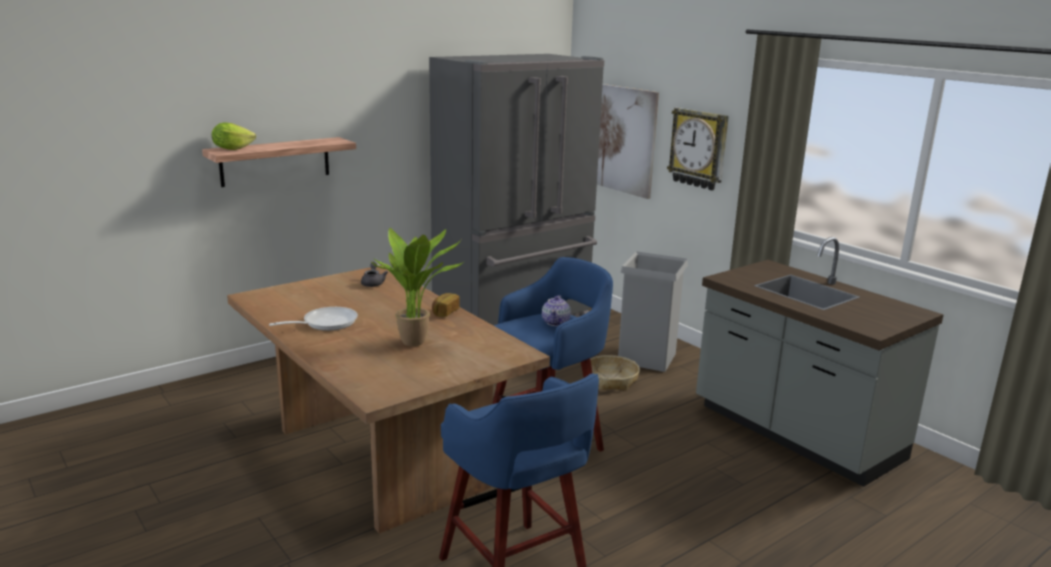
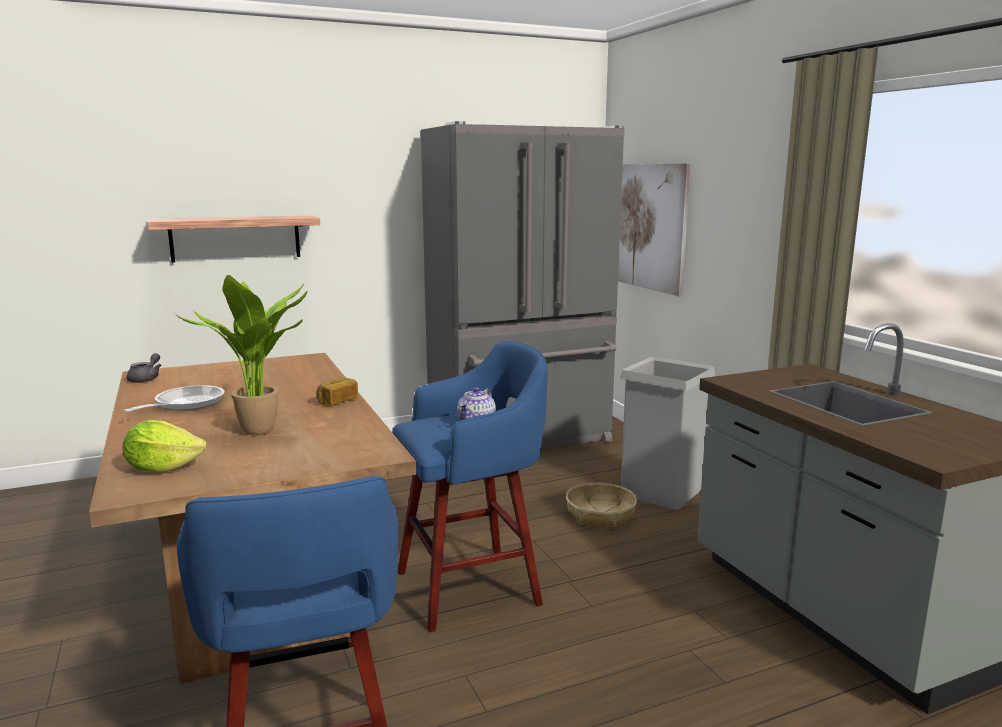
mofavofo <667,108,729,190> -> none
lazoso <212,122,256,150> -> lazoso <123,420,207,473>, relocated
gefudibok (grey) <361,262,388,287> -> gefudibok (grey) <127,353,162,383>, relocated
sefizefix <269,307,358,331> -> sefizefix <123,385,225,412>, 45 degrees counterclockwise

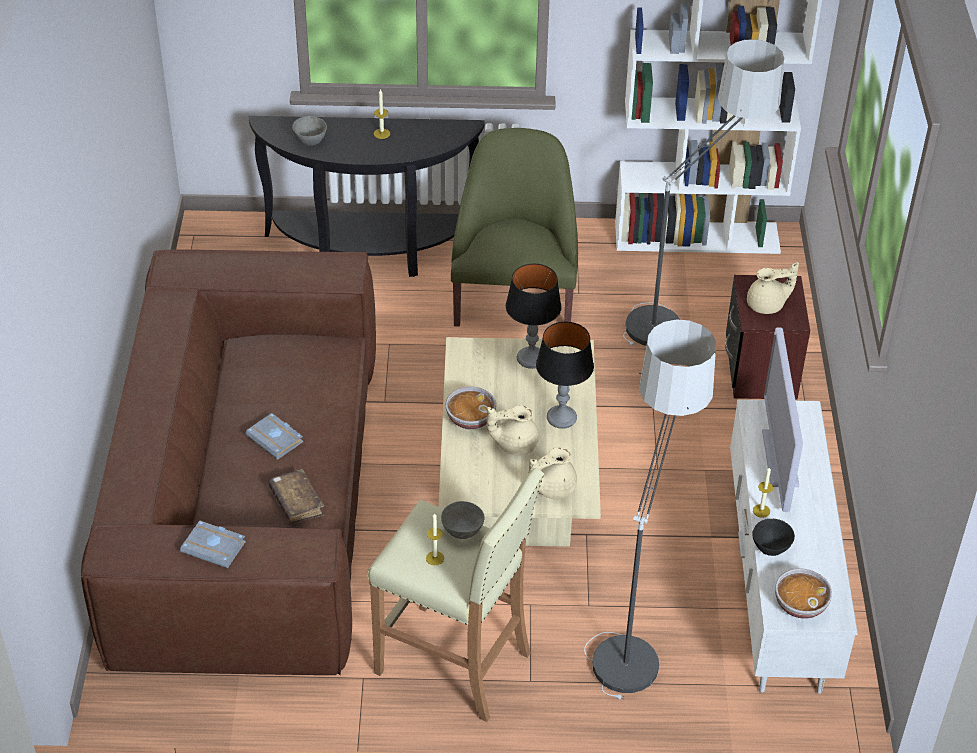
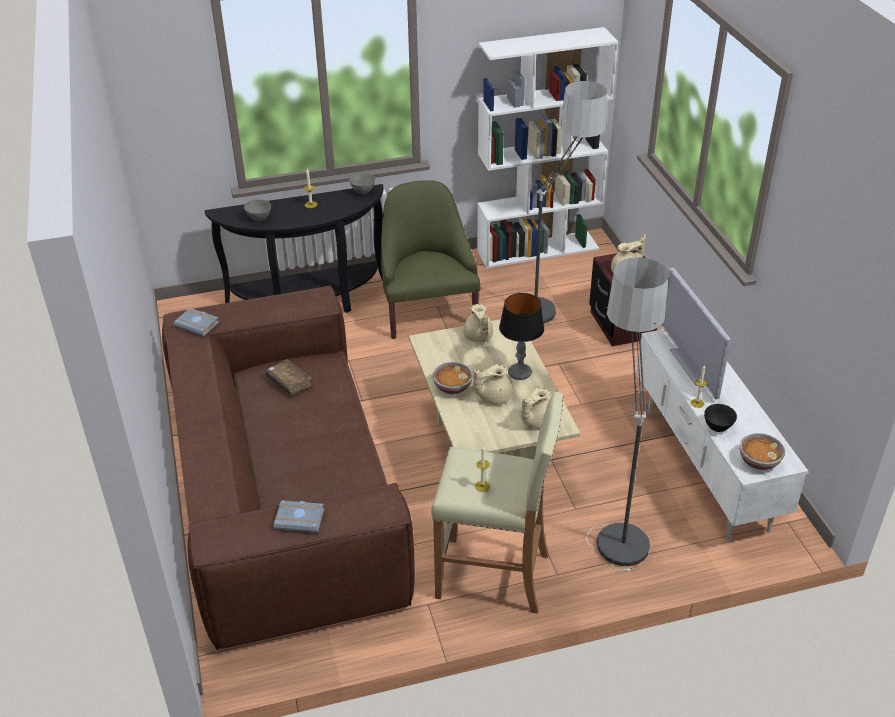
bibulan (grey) <245,413,303,459> -> bibulan (grey) <173,308,219,337>, relocated
bibulan (brown) <269,469,324,524> -> bibulan (brown) <265,359,313,395>, relocated
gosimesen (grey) <441,501,485,539> -> gosimesen (grey) <349,173,376,194>, relocated
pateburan <506,264,562,369> -> gefudibok (beige) <463,304,493,342>

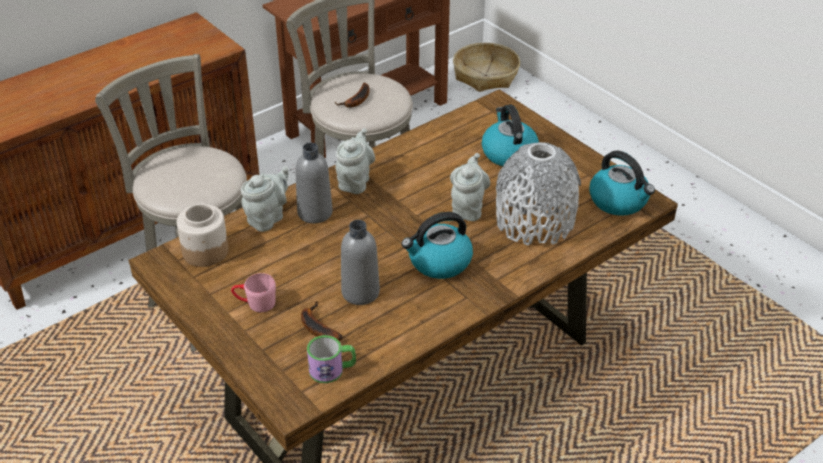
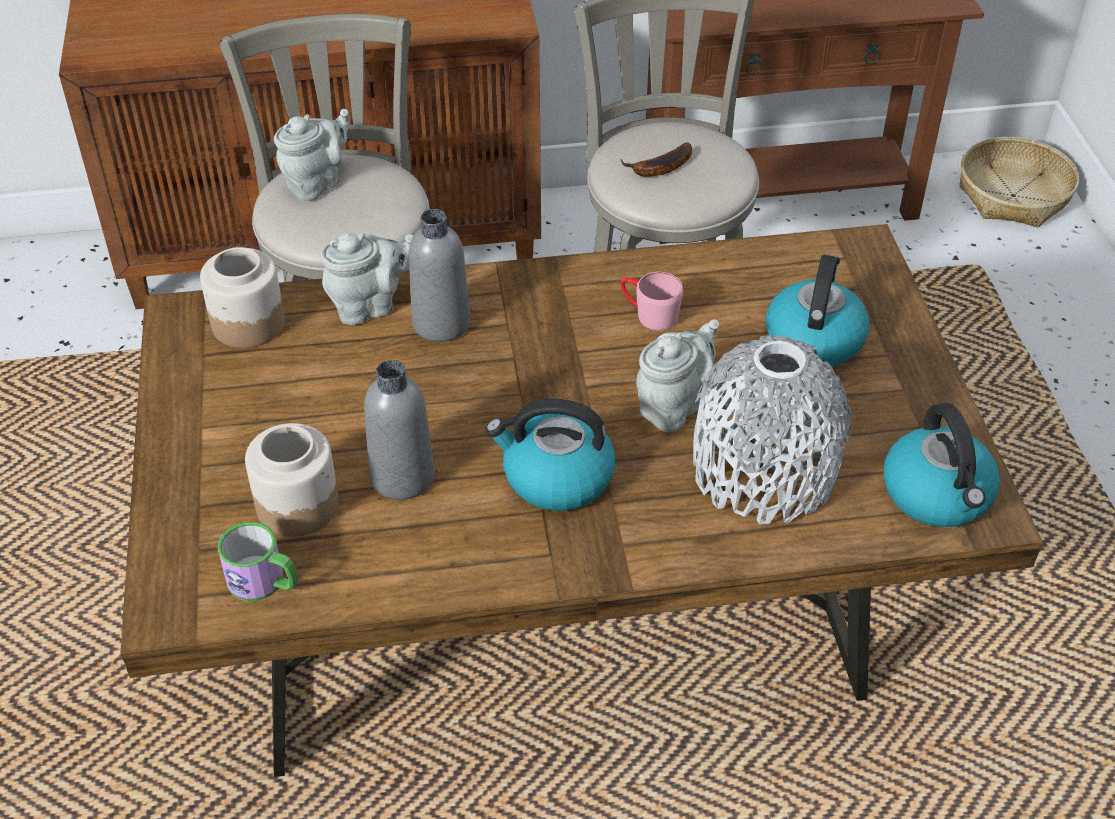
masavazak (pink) <231,273,276,312> -> masavazak (pink) <620,272,683,331>, relocated
gefudibok (grey) <335,128,375,194> -> gefudibok (grey) <274,109,350,201>, relocated
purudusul <301,301,342,341> -> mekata <245,423,339,537>

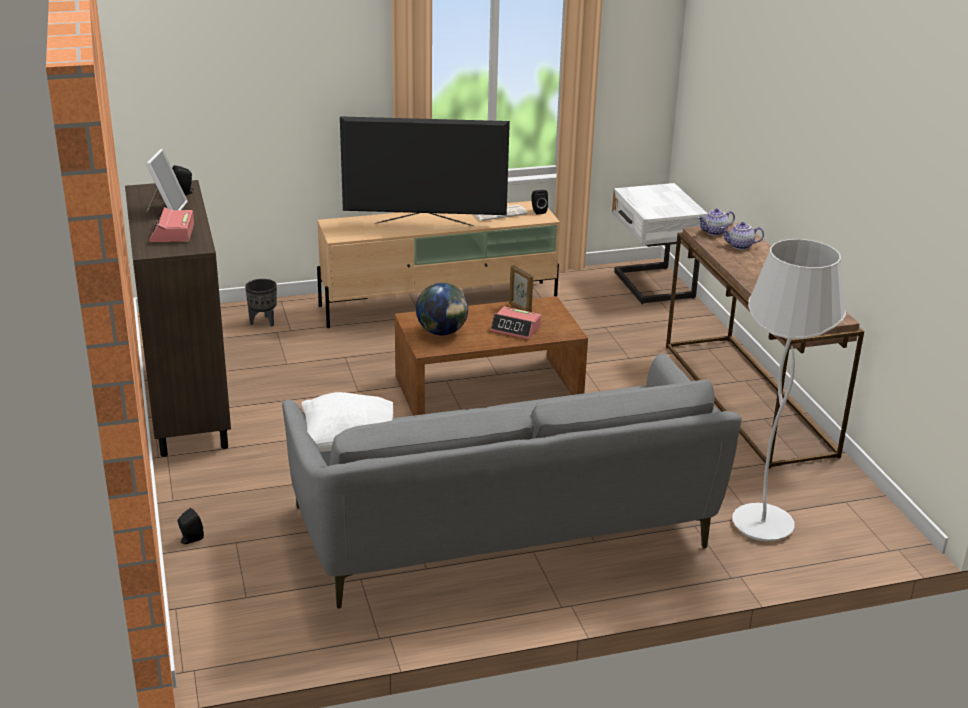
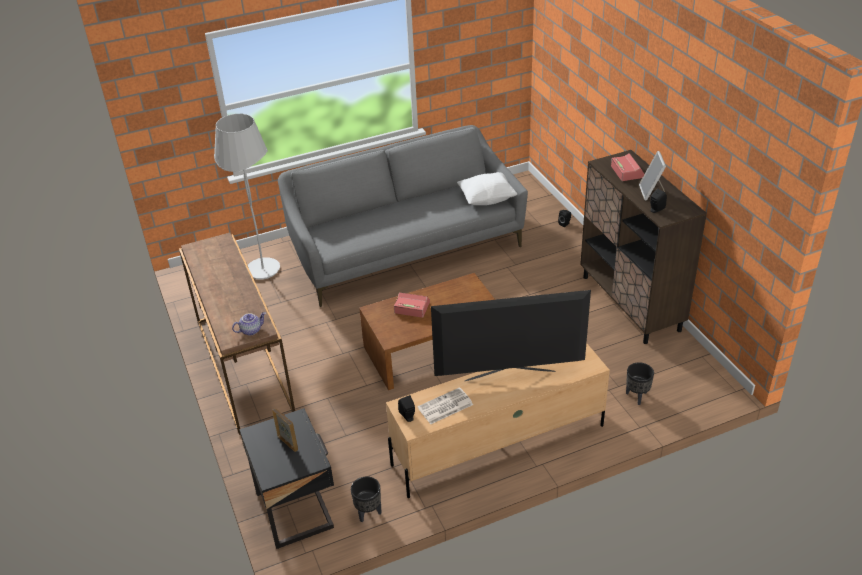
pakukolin <416,283,468,336> -> none
gefudibok <721,222,764,250> -> none
none -> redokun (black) <351,476,381,522>
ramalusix <509,265,533,312> -> ramalusix <272,408,298,452>, relocated
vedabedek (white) <612,183,708,304> -> vedabedek (black) <239,408,334,549>

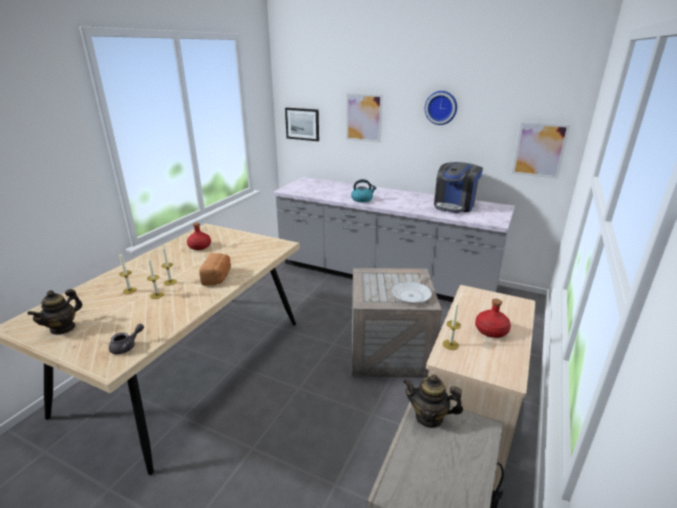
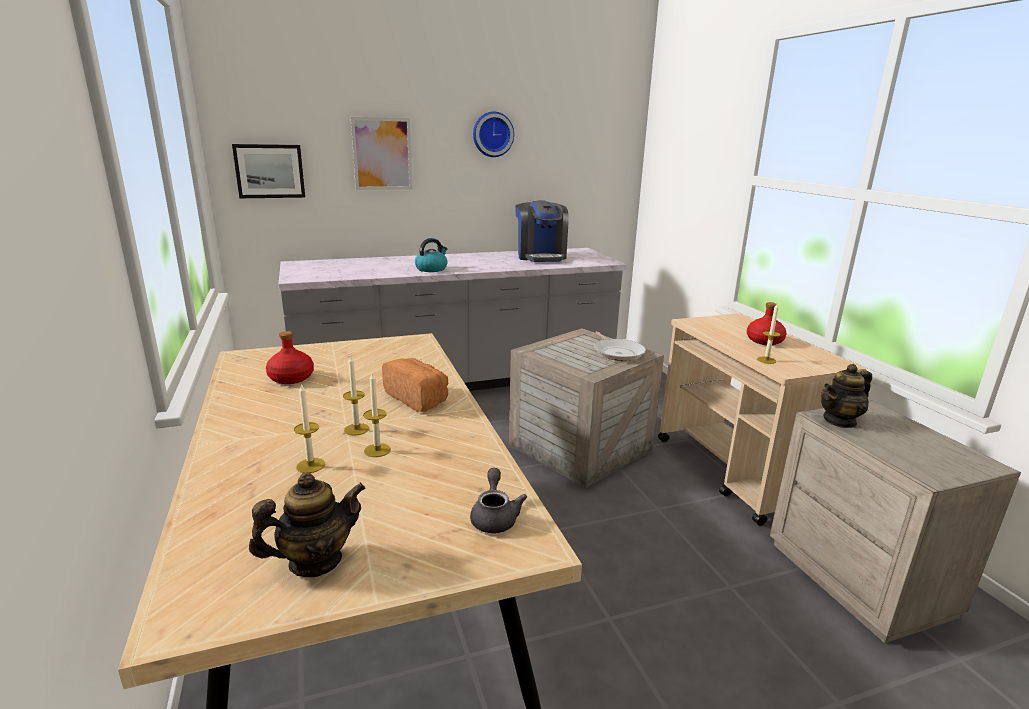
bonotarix <512,122,570,179> -> none
gefudibok <27,289,82,335> -> gefudibok <249,472,366,577>, 105 degrees counterclockwise

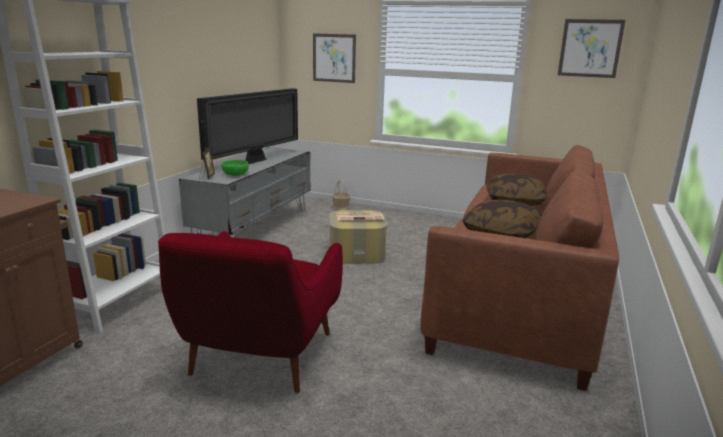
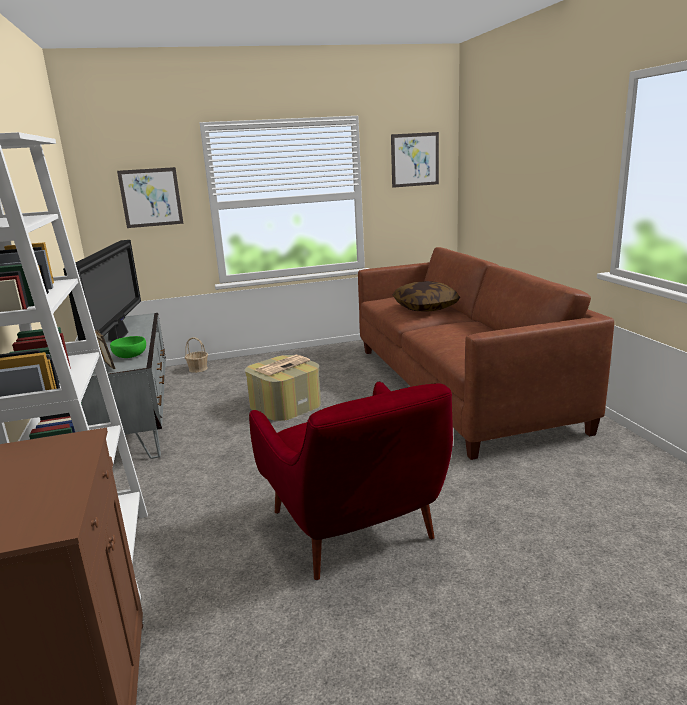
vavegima <462,200,543,238> -> none

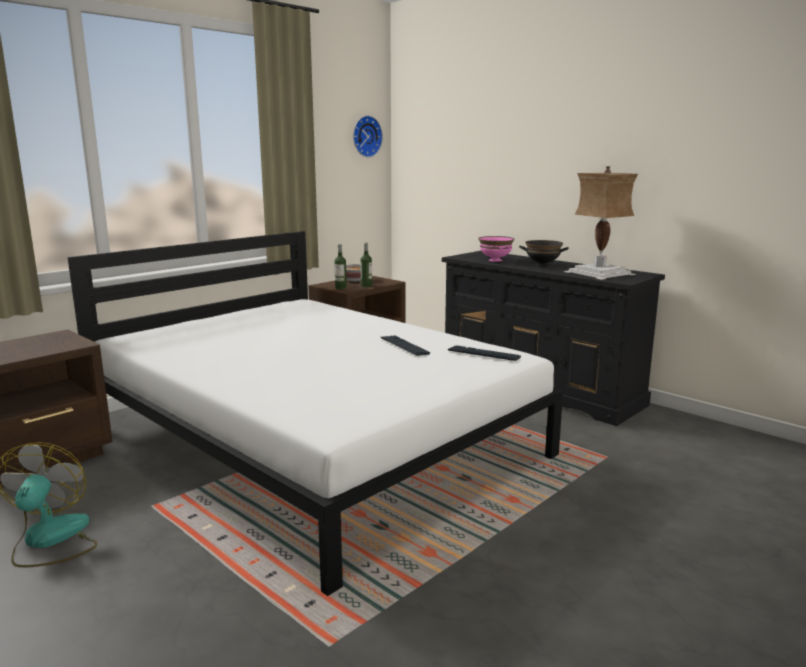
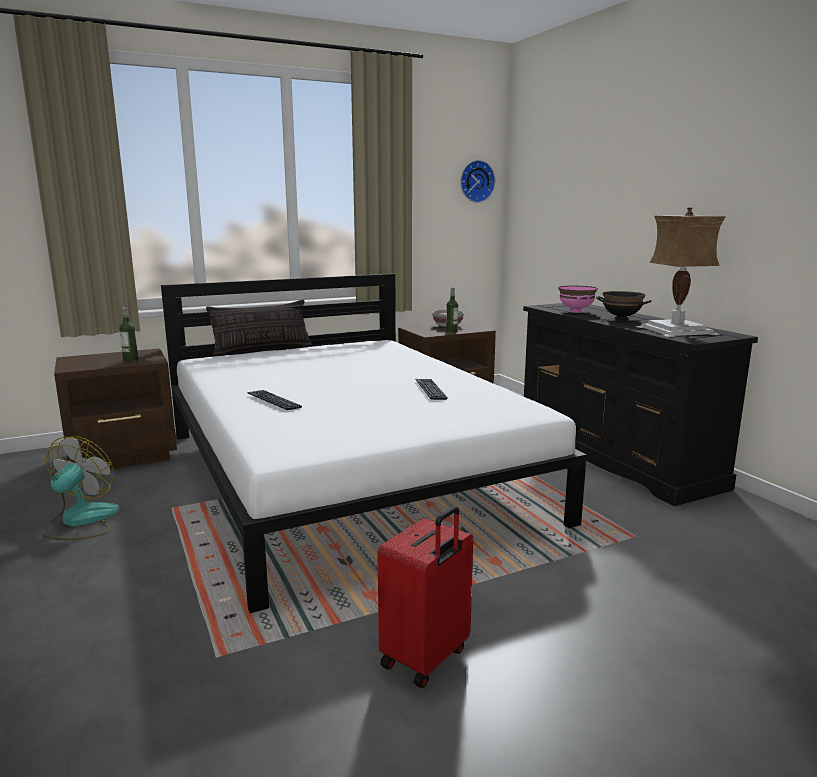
none -> vavegima <206,299,312,357>
none -> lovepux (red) <377,506,473,688>
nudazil <334,244,347,289> -> nudazil <119,307,138,362>, relocated
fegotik <448,345,521,361> -> fegotik <247,390,302,410>, relocated

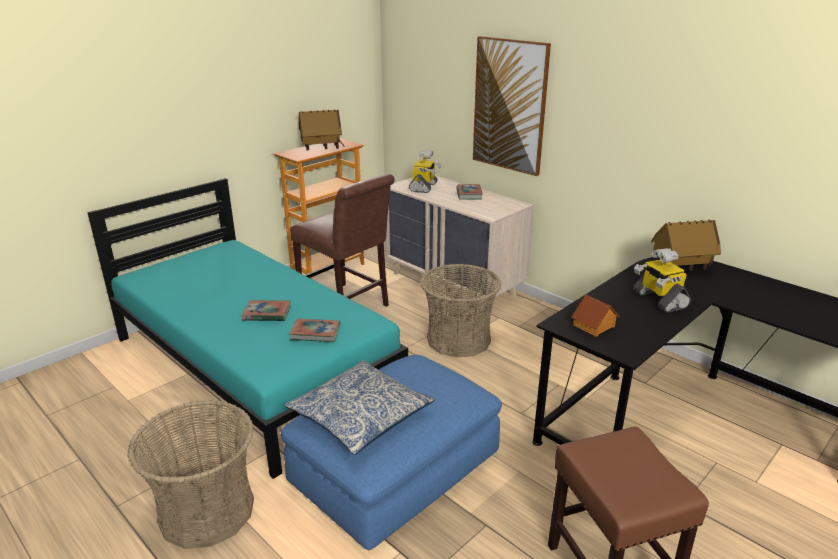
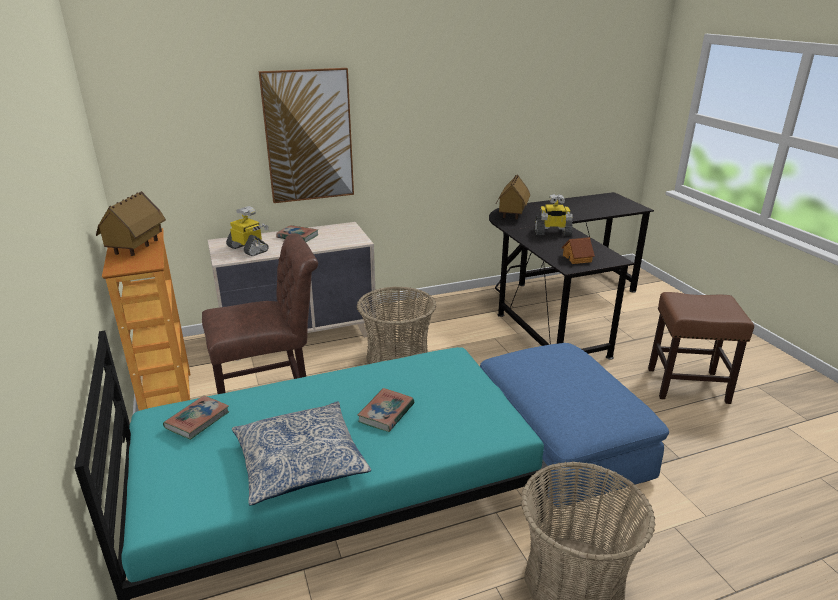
vavegima <285,360,435,455> -> vavegima <232,401,371,506>, relocated
bibulan <289,319,340,342> -> bibulan <163,396,229,440>, relocated

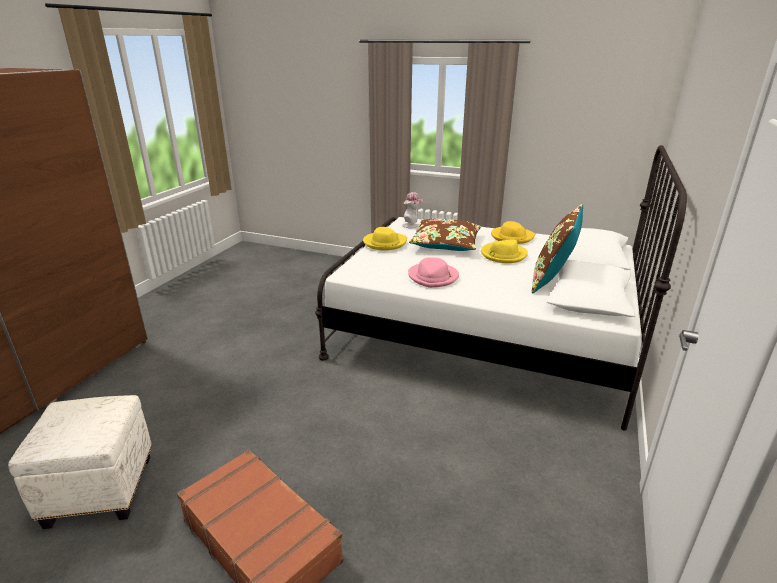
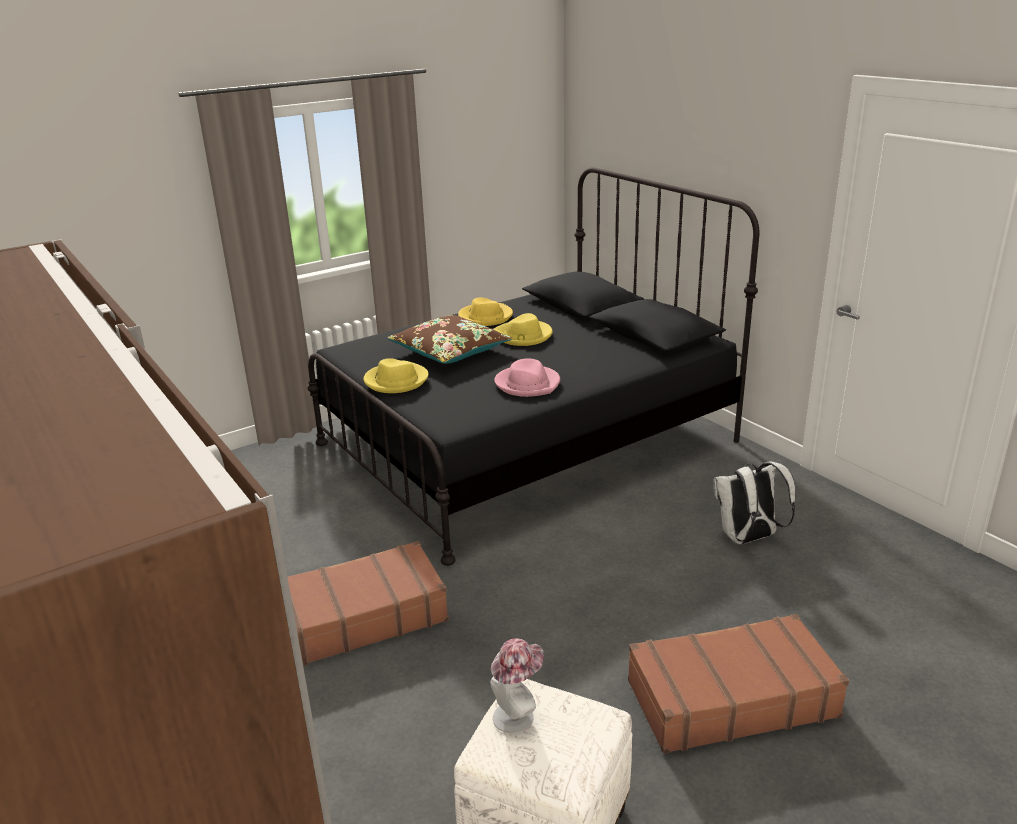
vavegima (brown) <532,204,583,293> -> none
none -> lovepux (brown) <287,541,449,666>
none -> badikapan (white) <713,461,795,544>
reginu <403,192,423,228> -> reginu <490,638,544,734>, relocated
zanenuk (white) <315,145,687,431> -> zanenuk (black) <308,167,760,566>

